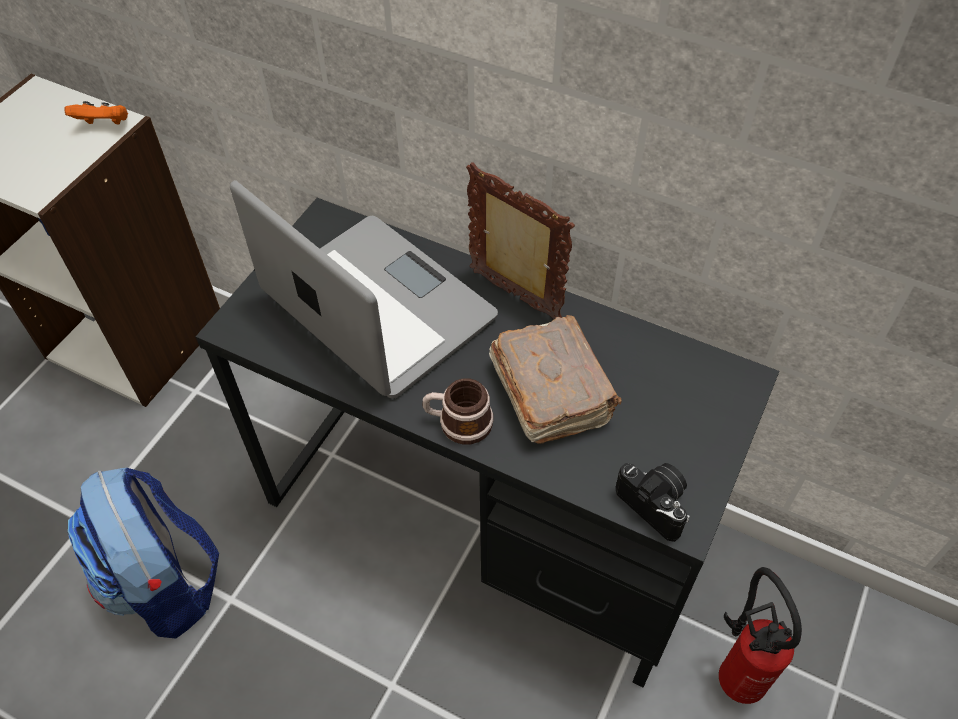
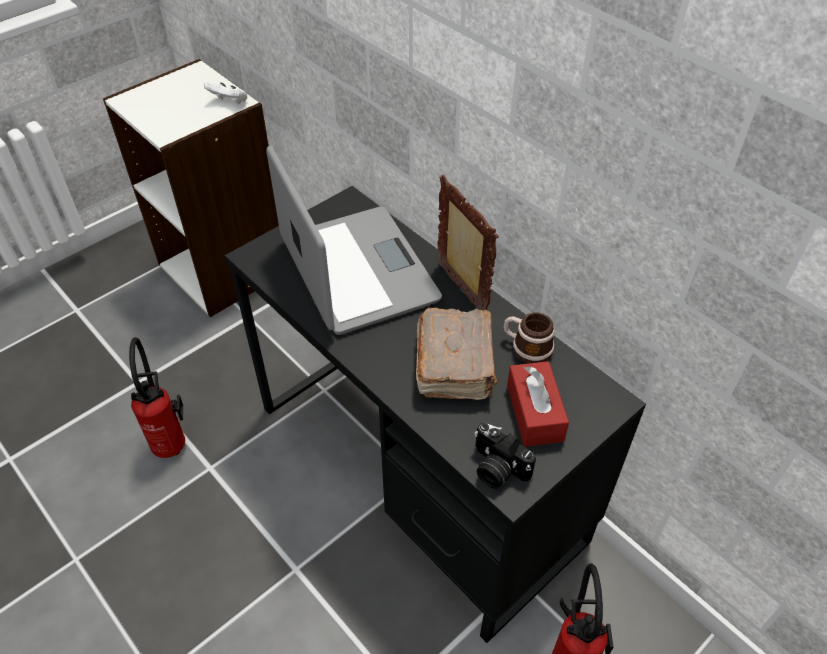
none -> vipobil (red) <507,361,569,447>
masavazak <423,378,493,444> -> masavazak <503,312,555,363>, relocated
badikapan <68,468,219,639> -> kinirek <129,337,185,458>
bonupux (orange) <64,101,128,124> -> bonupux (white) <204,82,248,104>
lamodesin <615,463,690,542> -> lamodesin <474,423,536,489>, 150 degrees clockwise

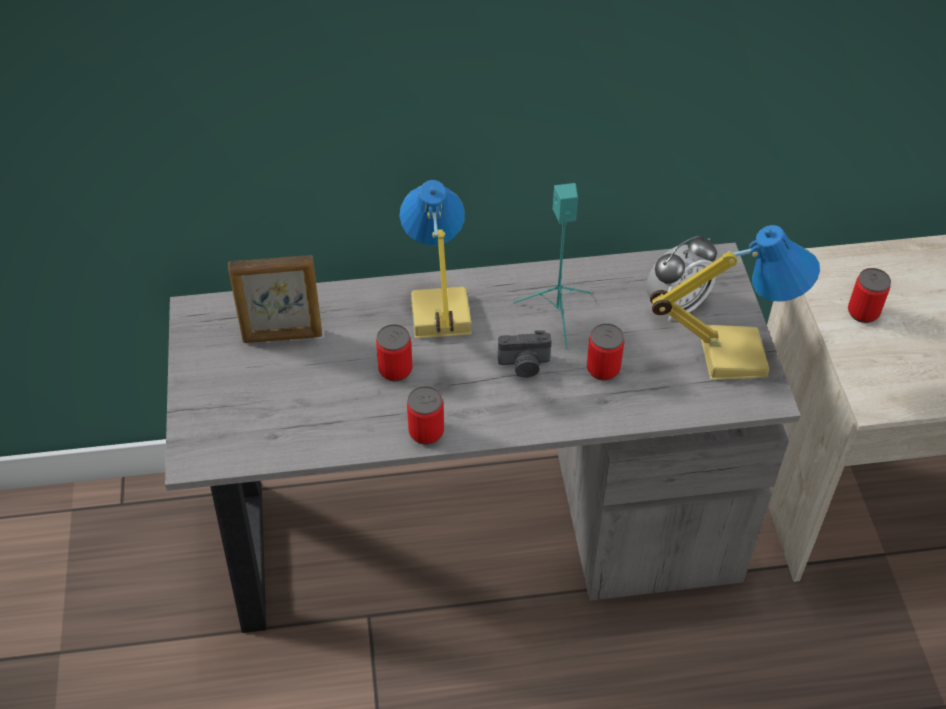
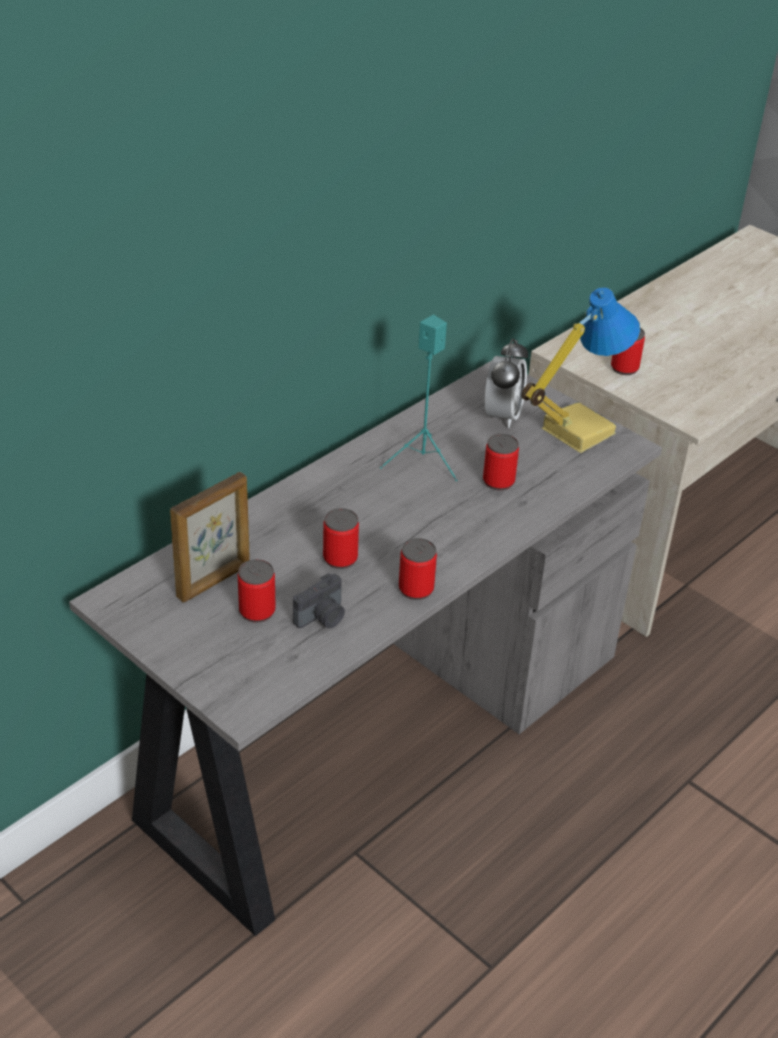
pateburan <400,180,472,339> -> none
none -> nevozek <238,559,276,622>
lamodesin <498,330,552,378> -> lamodesin <293,573,345,628>, relocated

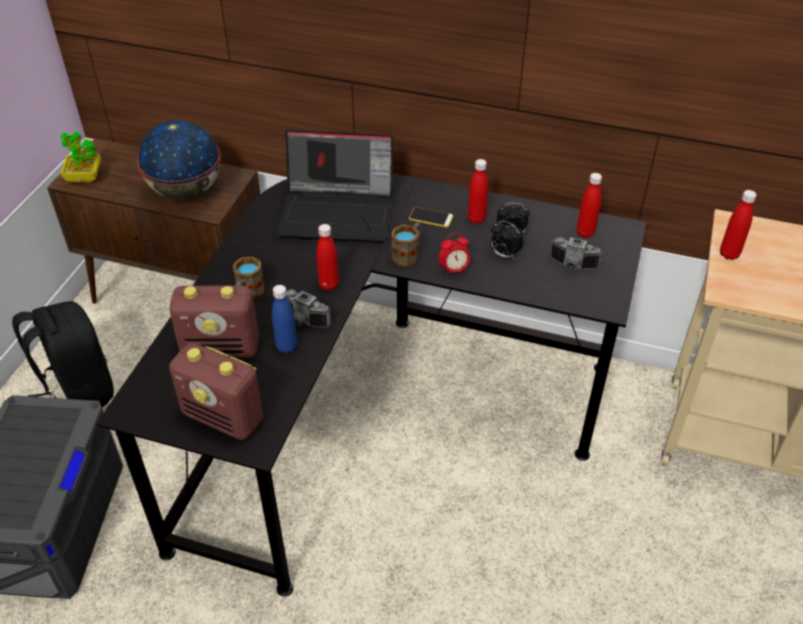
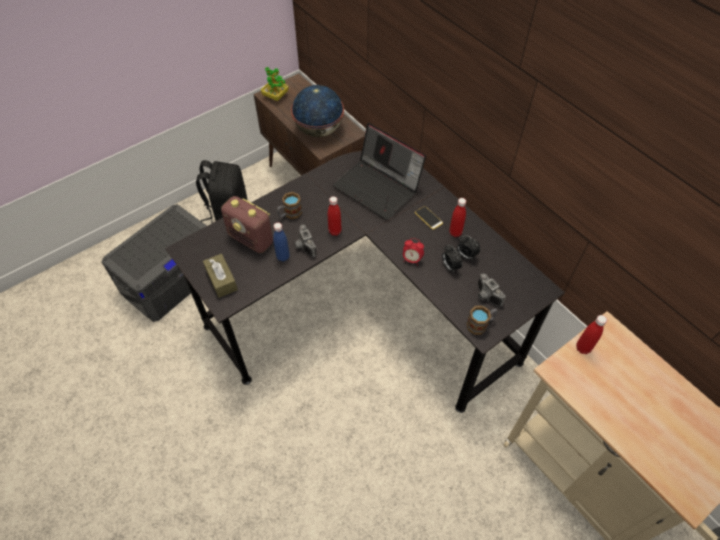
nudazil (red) <577,173,602,238> -> none
masavazak <391,222,421,267> -> masavazak <467,306,498,335>, relocated
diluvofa <169,343,263,440> -> vipobil (brown) <203,253,238,298>

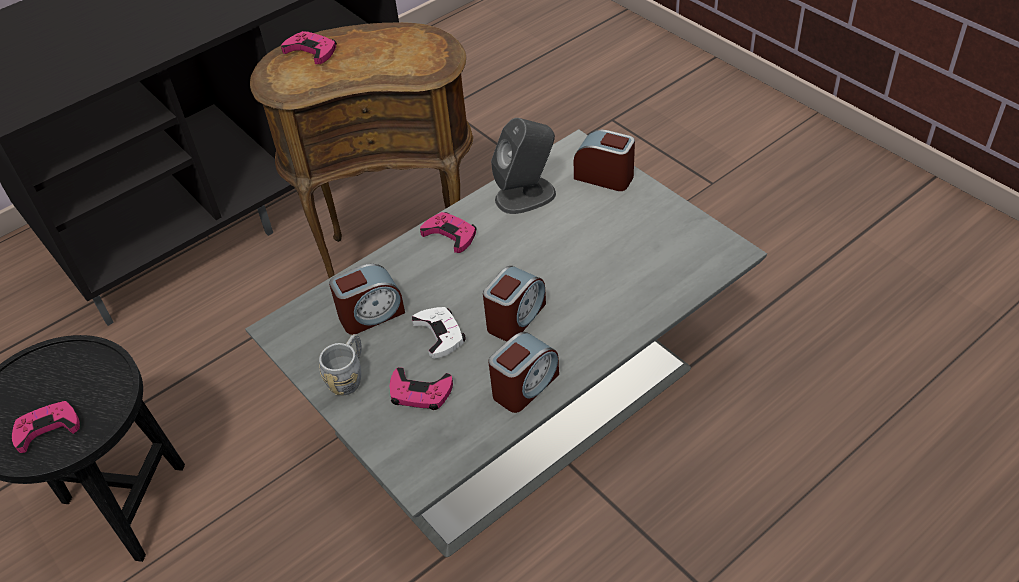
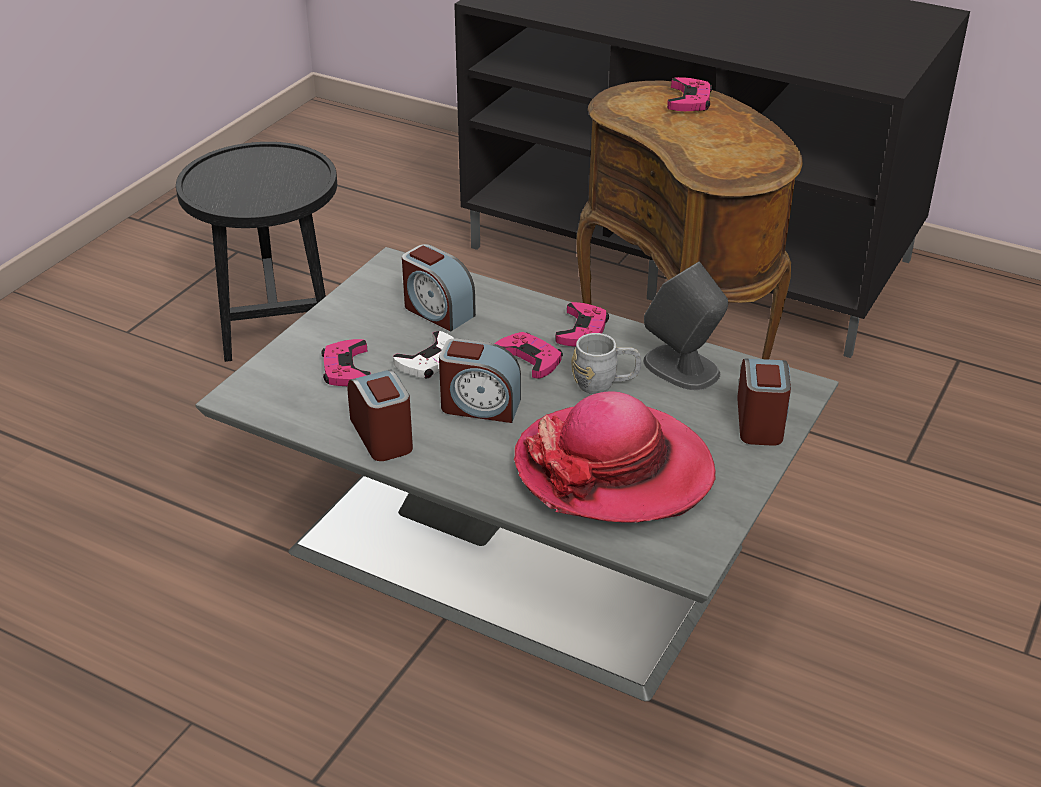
none -> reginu <514,392,716,523>
bonupux (pink) <12,400,80,453> -> bonupux (pink) <494,332,563,379>, relocated
masavazak (grey) <319,334,362,395> -> masavazak (grey) <571,333,641,394>, relocated
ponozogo <488,332,559,413> -> ponozogo <348,369,413,461>, 135 degrees counterclockwise

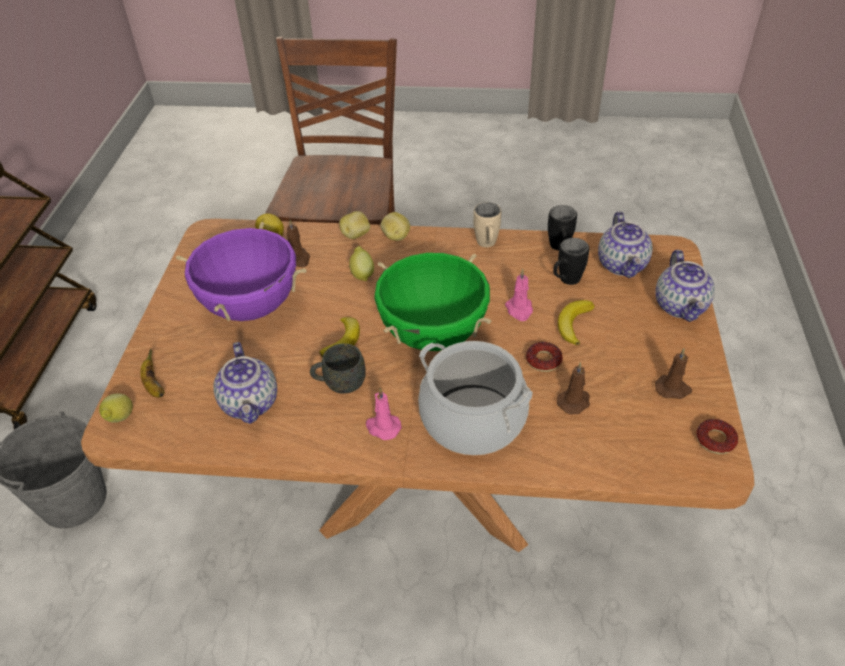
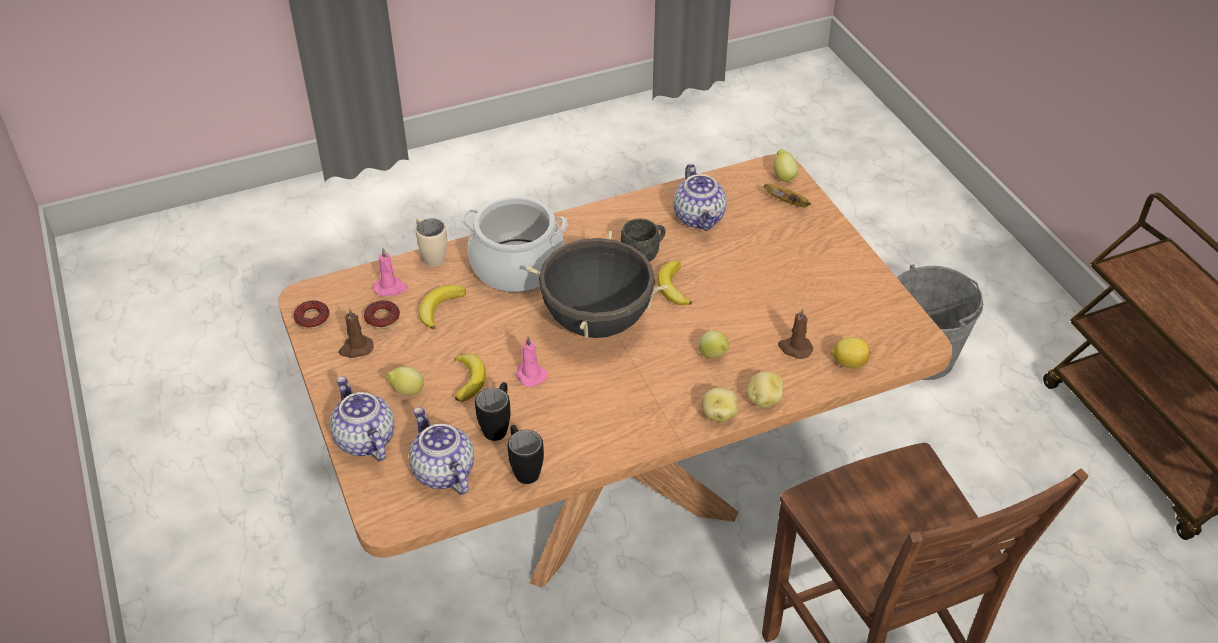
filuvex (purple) <176,222,307,321> -> none
none -> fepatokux <385,367,424,396>
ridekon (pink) <366,388,402,440> -> ridekon (pink) <374,248,408,296>, relocated
masavazak (beige) <473,202,501,247> -> masavazak (beige) <416,217,447,267>, relocated
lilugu <526,342,563,372> -> lilugu <364,300,400,329>, relocated
ridekon (brown) <557,362,590,414> -> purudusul <419,285,466,329>
filuvex (green) <374,253,491,351> -> filuvex (black) <527,231,668,338>
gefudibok <213,342,277,424> -> gefudibok <673,164,727,231>, 150 degrees counterclockwise

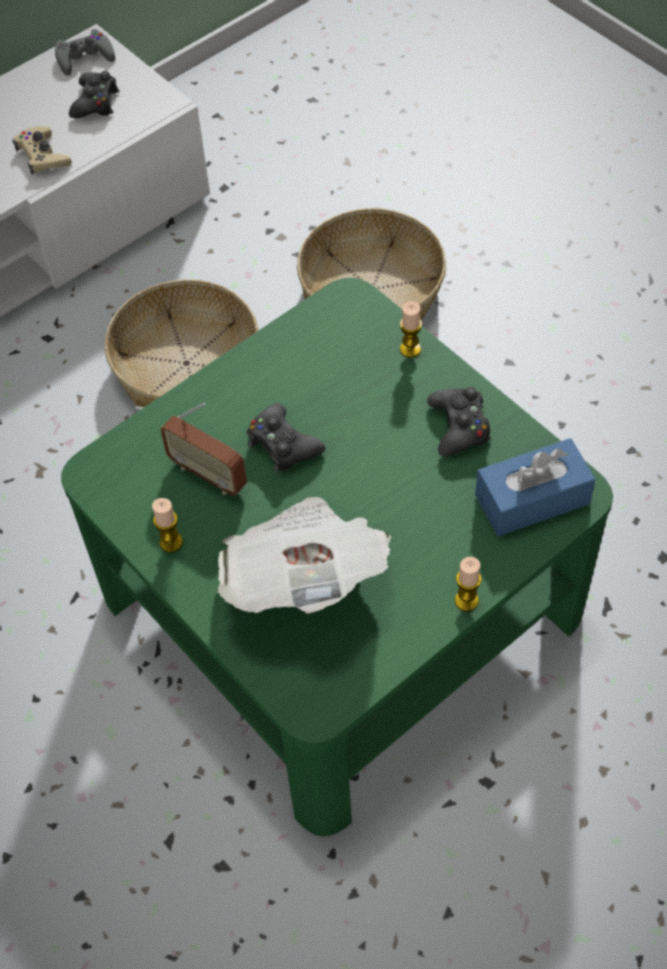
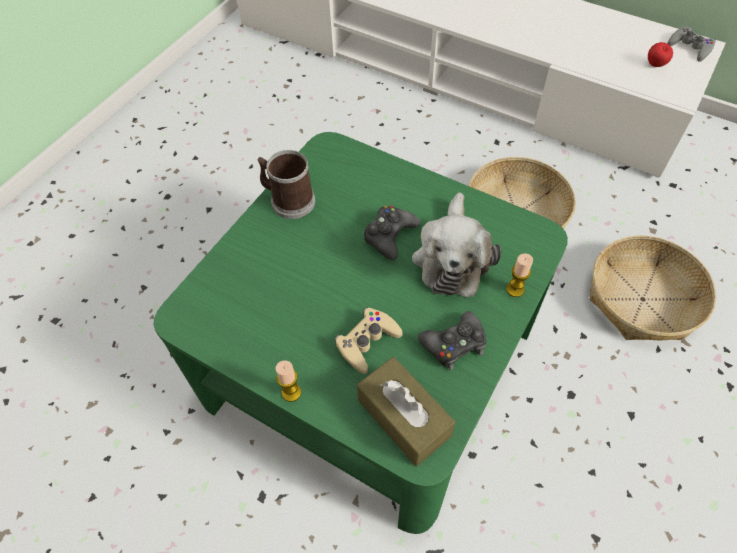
diluvofa <160,403,247,496> -> none
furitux <218,497,391,613> -> none
none -> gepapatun <412,192,501,297>
bonupux (beige) <12,126,72,175> -> bonupux (beige) <335,307,403,374>, relocated
bonupux (black) <69,71,120,118> -> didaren <648,42,673,67>
ridekon <152,498,183,552> -> masavazak <258,150,315,219>
vipobil (blue) <475,438,596,536> -> vipobil (brown) <357,357,455,466>

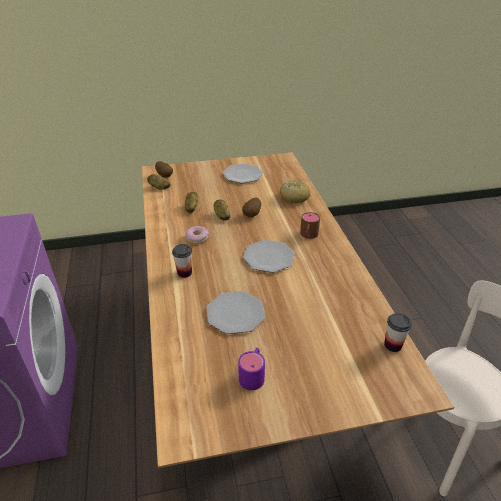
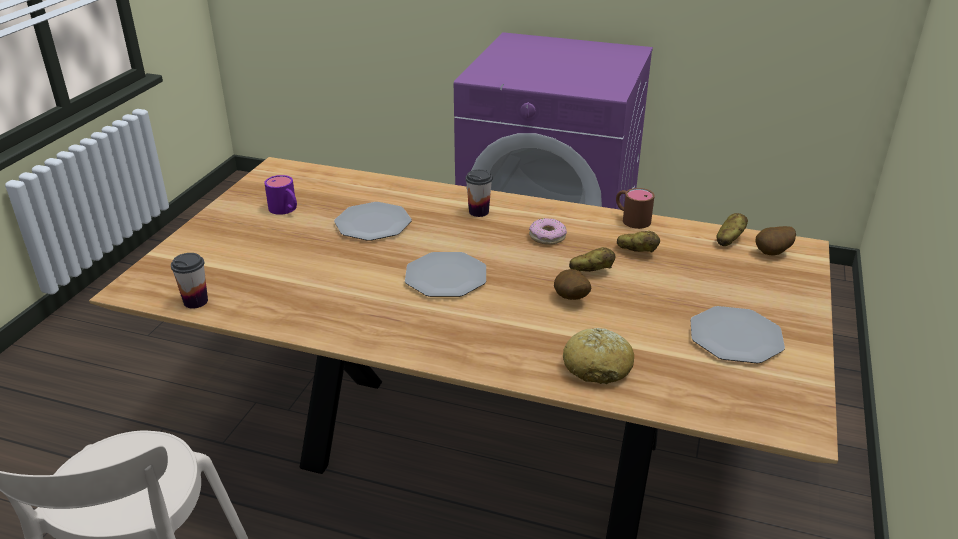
masavazak (brown) <300,212,320,239> -> masavazak (brown) <616,188,655,229>, relocated

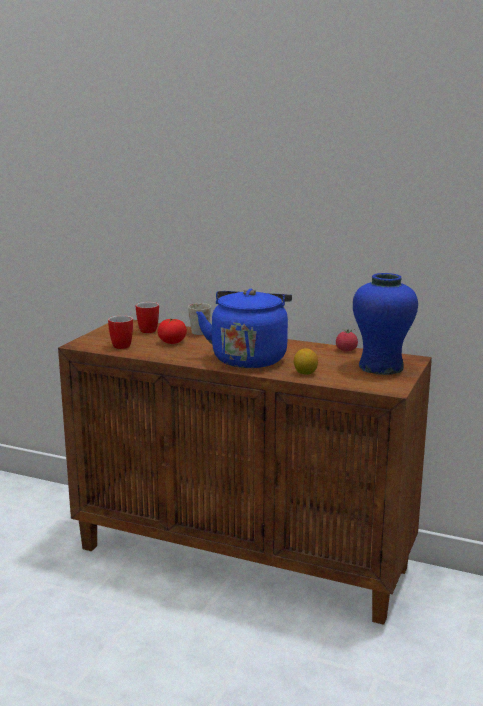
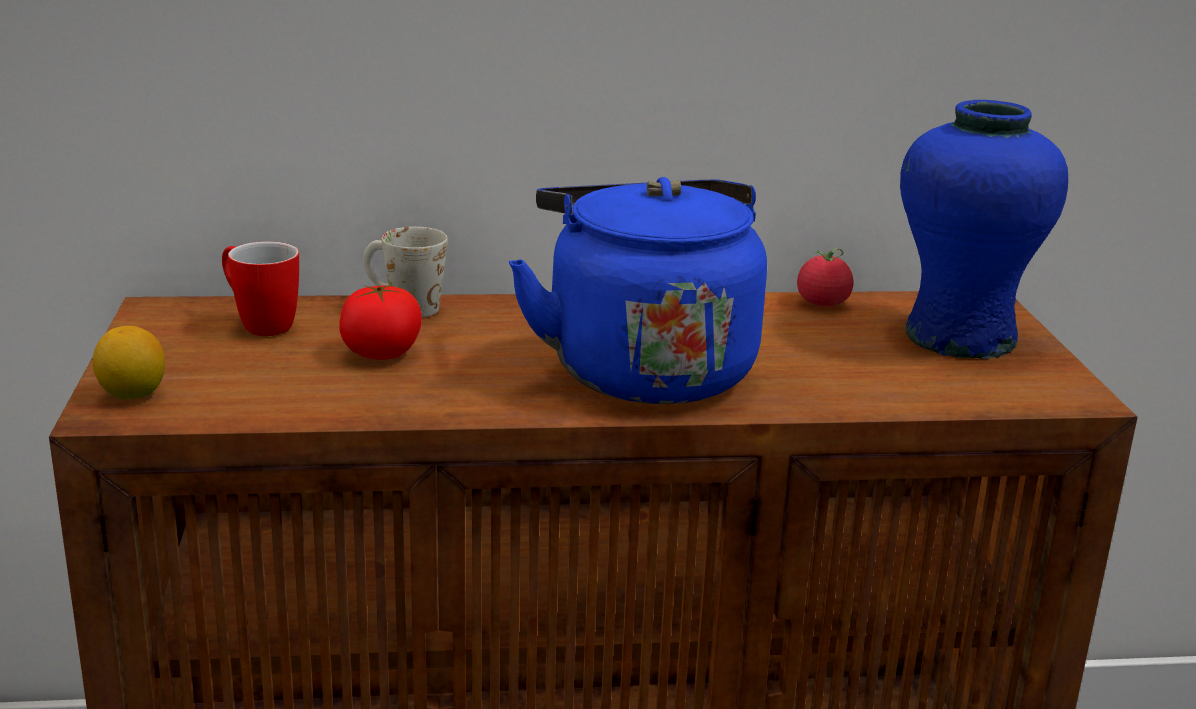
masavazak <108,315,133,349> -> none
fepatokux <294,348,318,374> -> fepatokux <93,326,165,400>, relocated

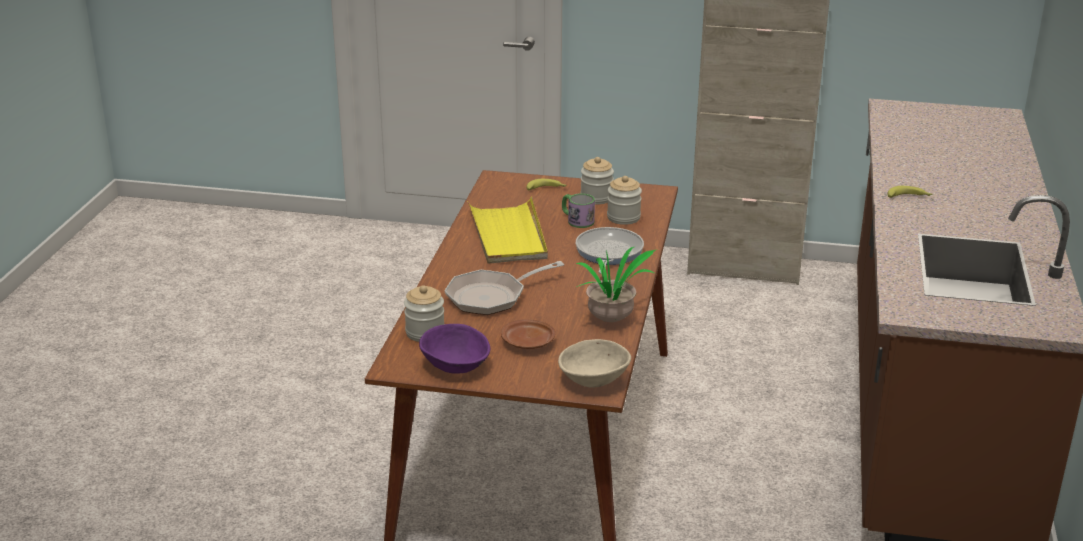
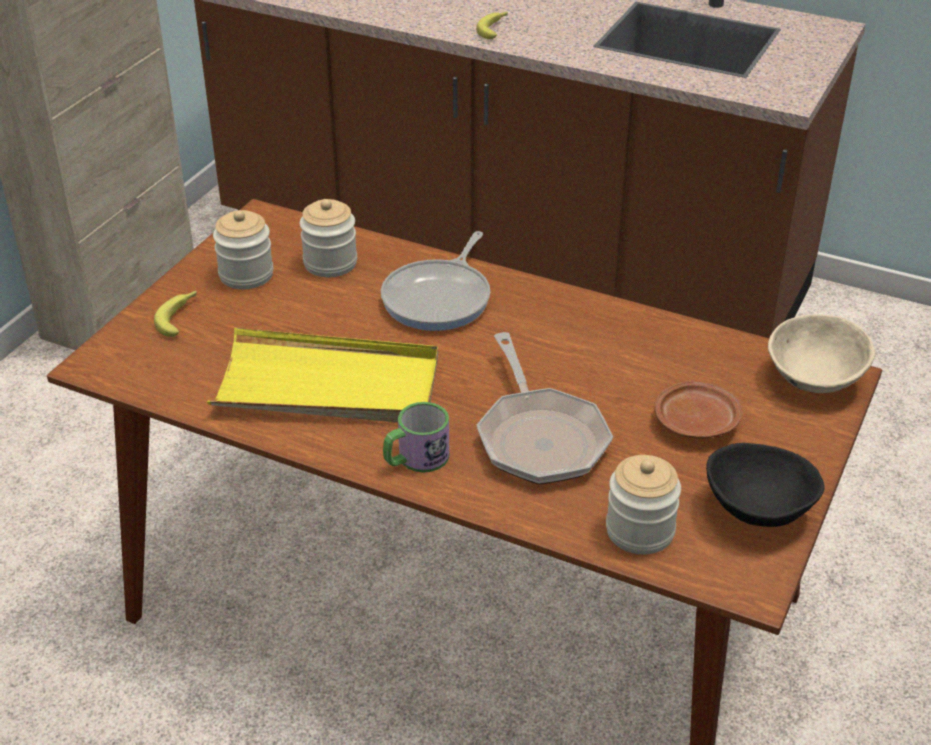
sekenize <576,247,656,322> -> none
masavazak <562,193,595,228> -> masavazak <383,402,449,473>, relocated
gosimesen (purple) <419,324,490,373> -> gosimesen (black) <706,443,825,527>
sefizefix <576,227,644,274> -> sefizefix <381,231,490,331>, 90 degrees counterclockwise

